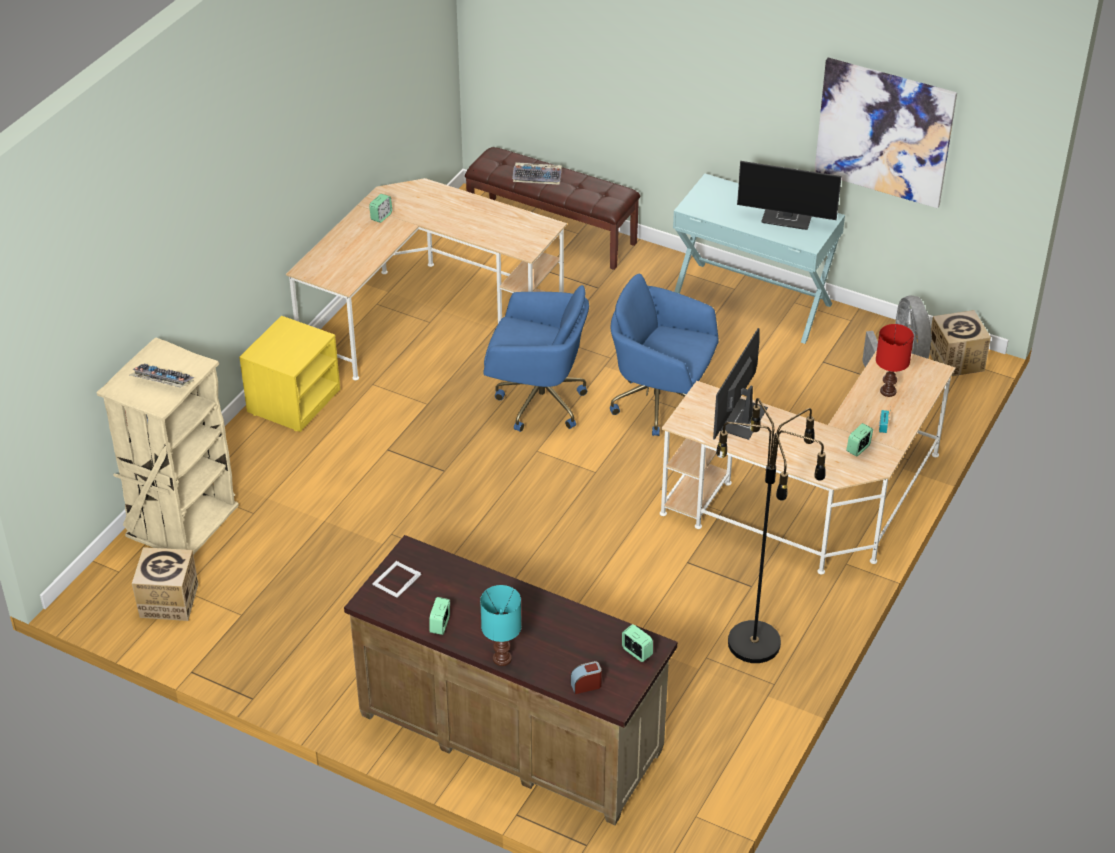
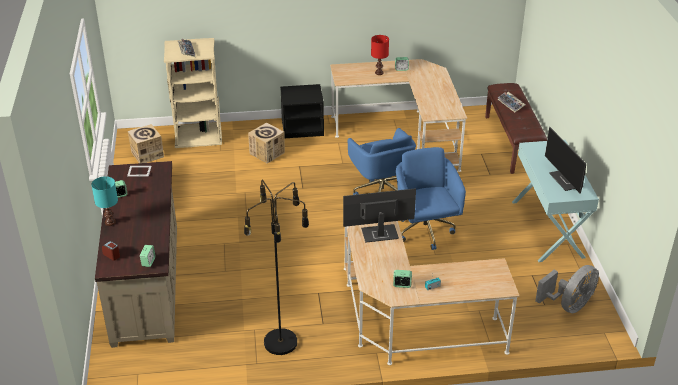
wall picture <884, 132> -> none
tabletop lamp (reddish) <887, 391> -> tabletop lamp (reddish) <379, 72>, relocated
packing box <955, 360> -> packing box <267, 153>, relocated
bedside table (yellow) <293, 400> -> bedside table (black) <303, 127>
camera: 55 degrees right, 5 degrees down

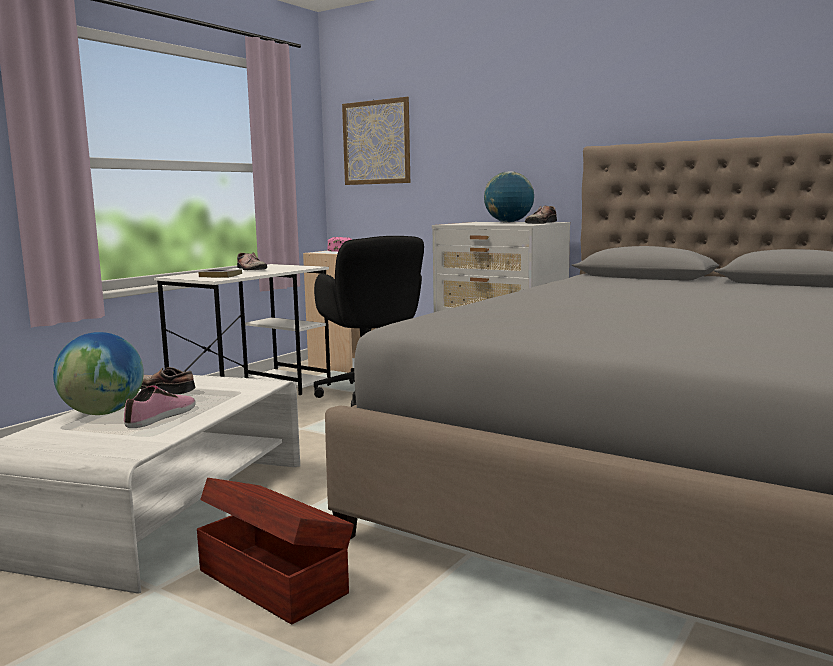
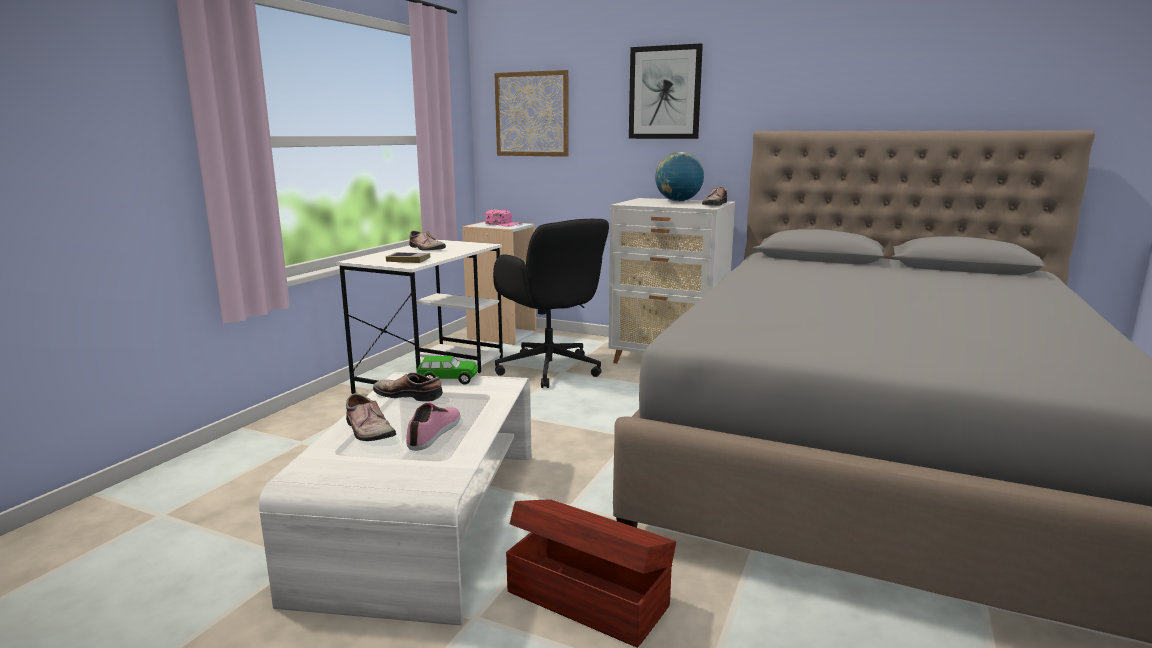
none -> miniature car (green-coloured) <448, 380>
none -> wall picture <665, 93>
globe <103, 413> -> shoe <367, 430>
camera: 10 degrees left, 5 degrees up

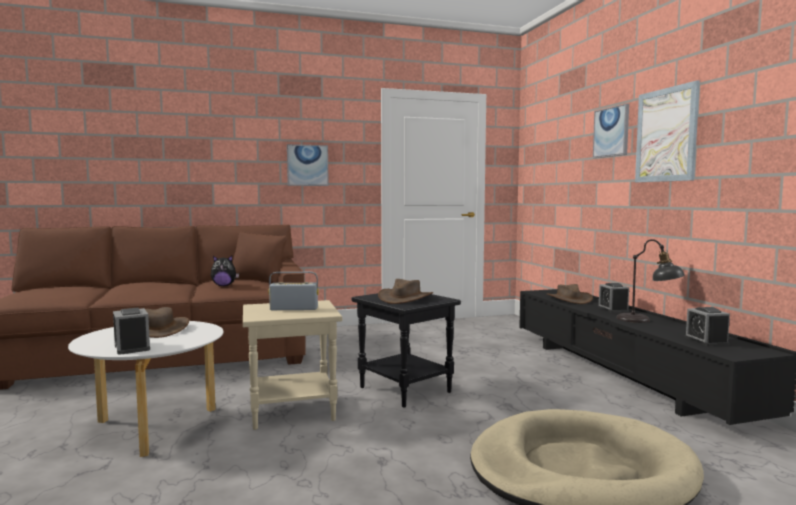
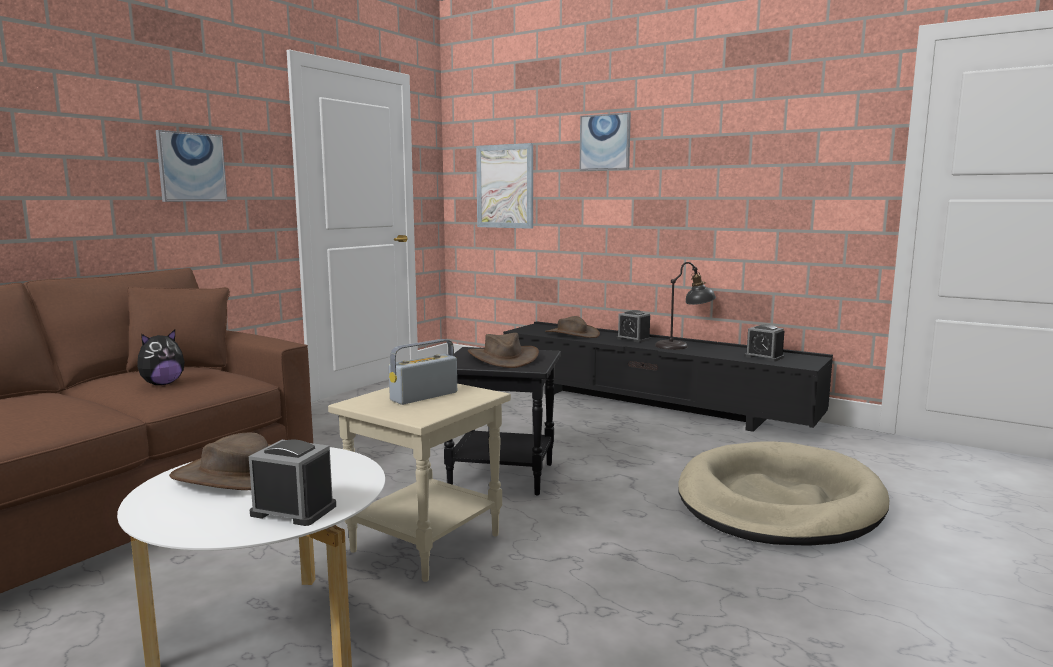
wall picture <666, 135> -> wall picture <505, 186>, relocated
camera: 40 degrees left, 5 degrees up

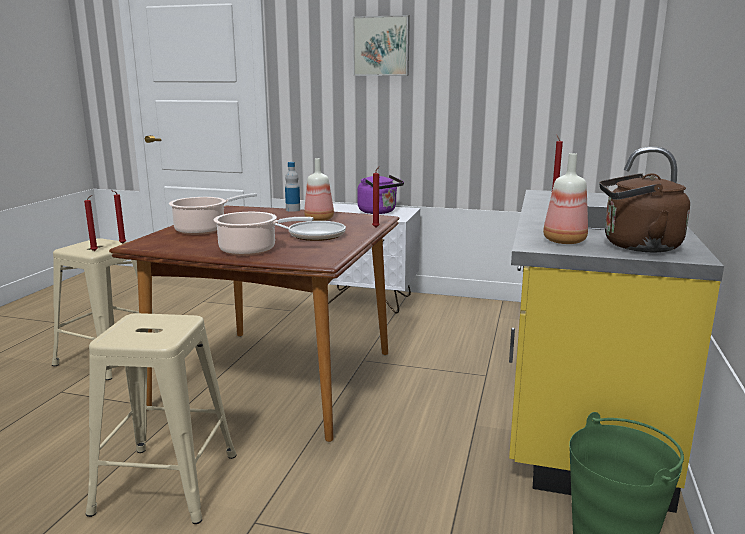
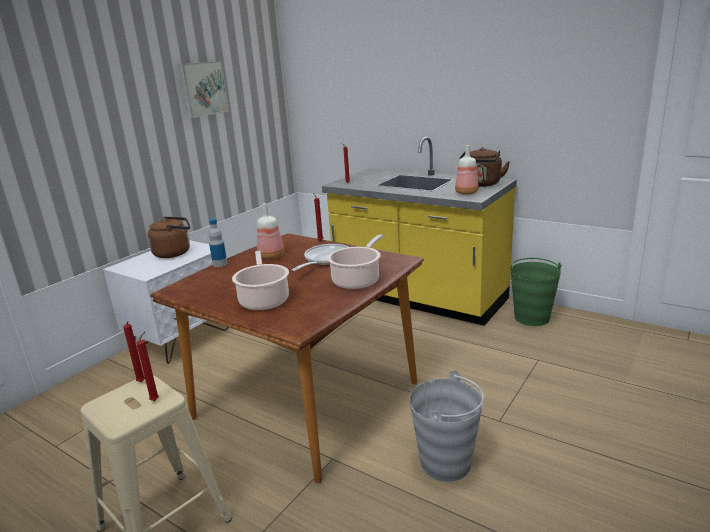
wall picture <381, 46> -> wall picture <202, 89>, relocated
sitting stool (beige-coloured) <166, 483> -> bucket (grey) <446, 463>
water kettle (purple) <379, 212> -> water kettle (brown-coloured) <175, 253>
camera: 70 degrees left, 5 degrees up

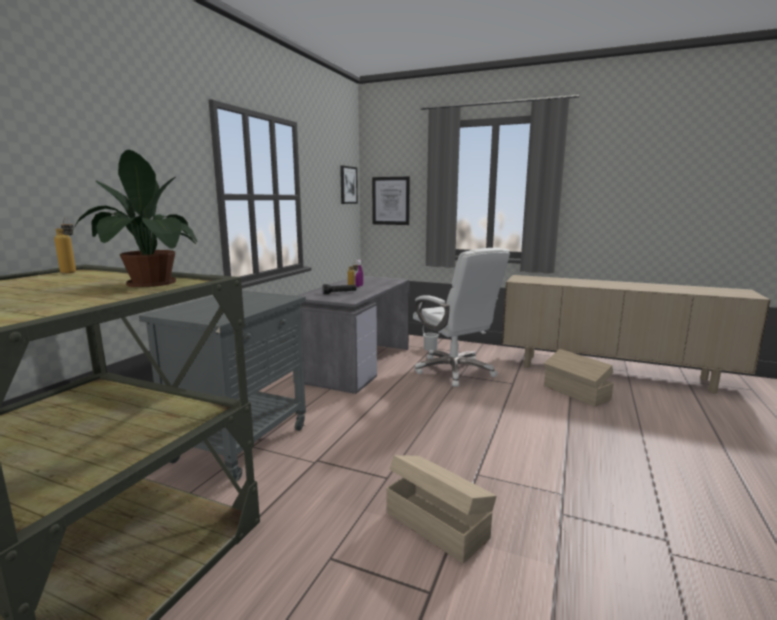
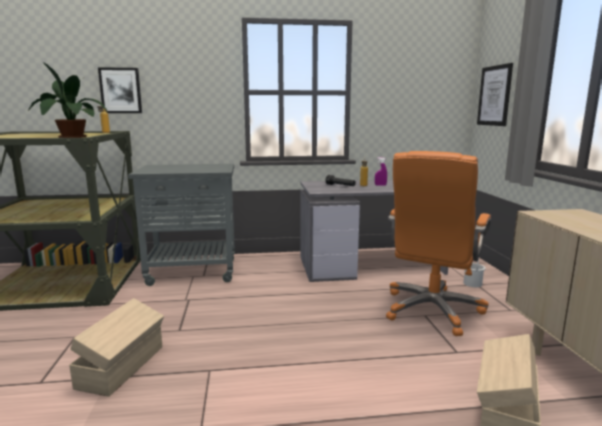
wall picture <348, 185> -> wall picture <120, 90>, relocated
desk chair (whitish) <454, 371> -> desk chair (orange-coloured) <432, 309>
camera: 60 degrees right, 0 degrees up

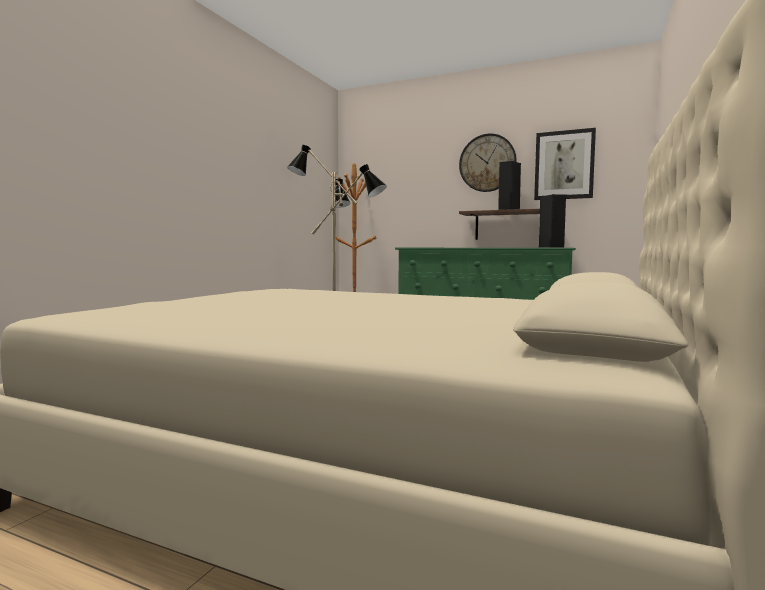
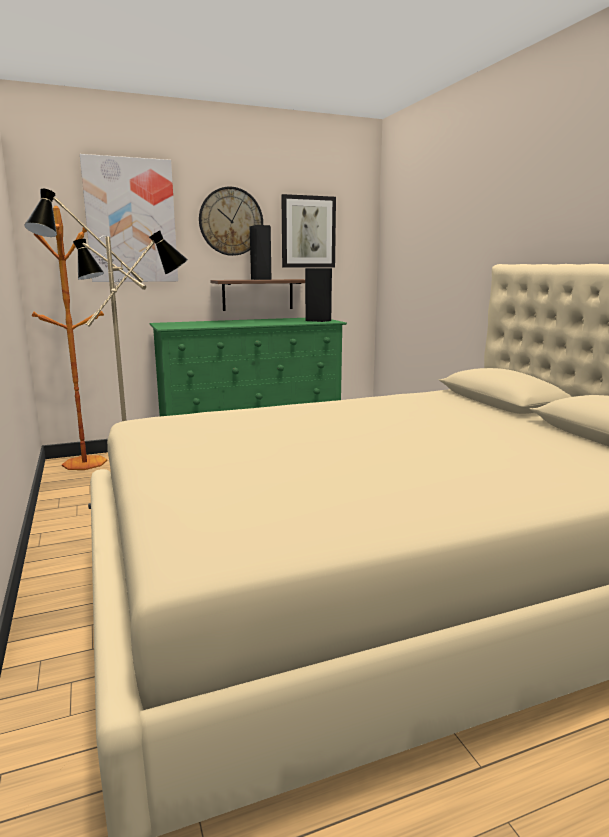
none -> wall picture <131, 221>
camera: 45 degrees left, 10 degrees up

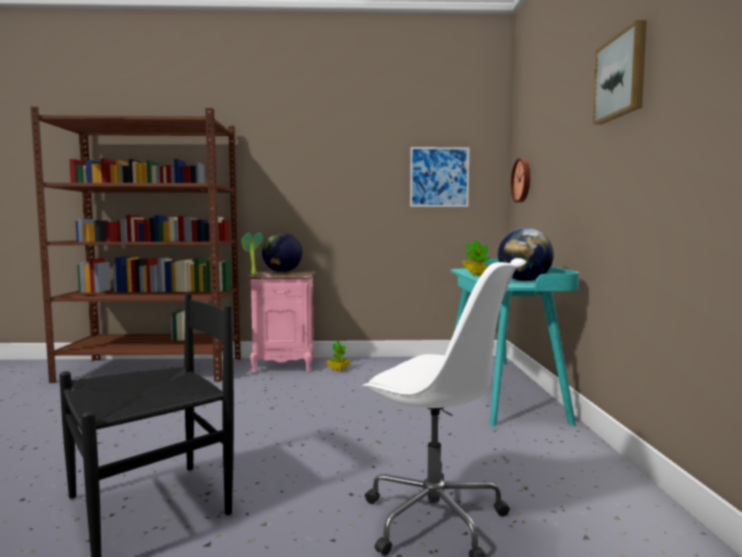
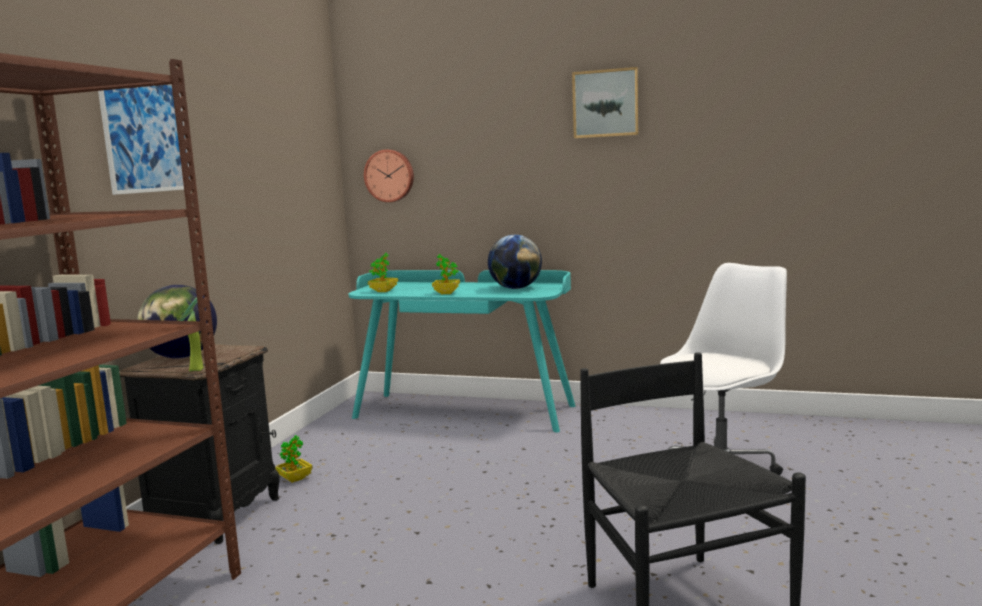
wall picture <439, 177> -> wall picture <147, 135>, relocated
bedside table (pink) <284, 365> -> bedside table (black) <218, 515>
camera: 70 degrees left, 5 degrees up

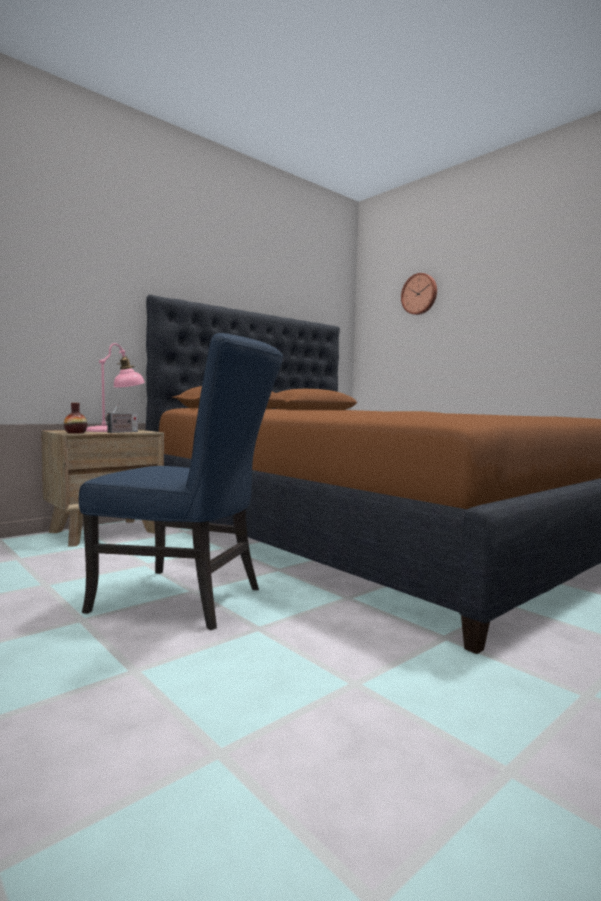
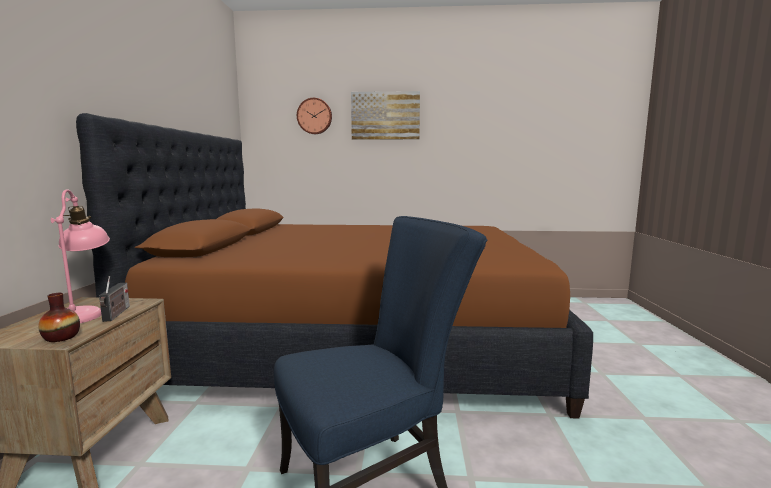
none -> wall picture <385, 116>
camera: 45 degrees left, 5 degrees up

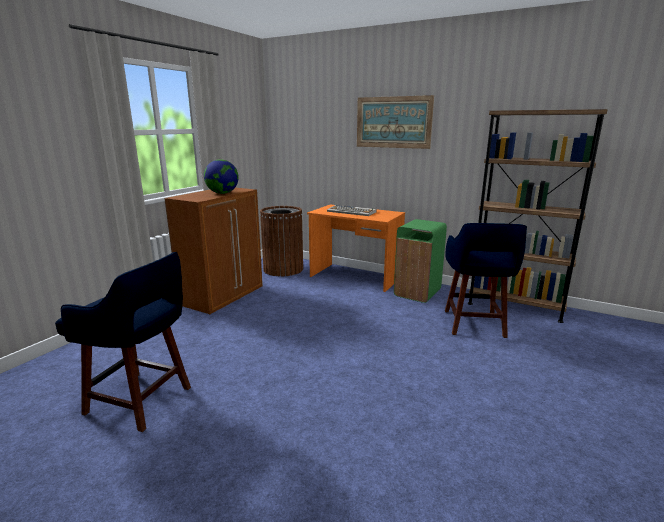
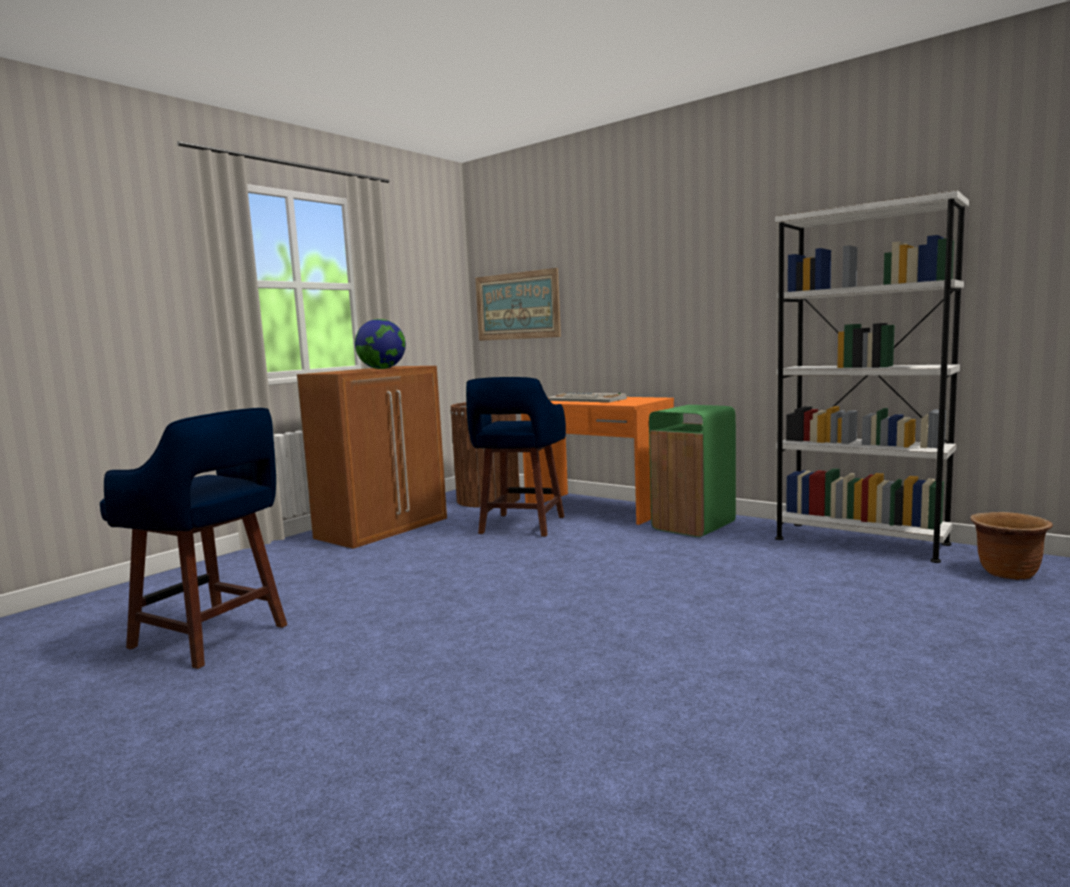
none -> planter (brown-coloured) <1008, 573>
wall picture <393, 122> -> wall picture <517, 306>, relocated
sitting stool (blue-coloured) <474, 325> -> sitting stool (blue-coloured) <521, 526>, relocated
shelving unit (brown-coloured) <515, 305> -> shelving unit (whitish) <860, 541>
camera: 10 degrees right, 10 degrees down

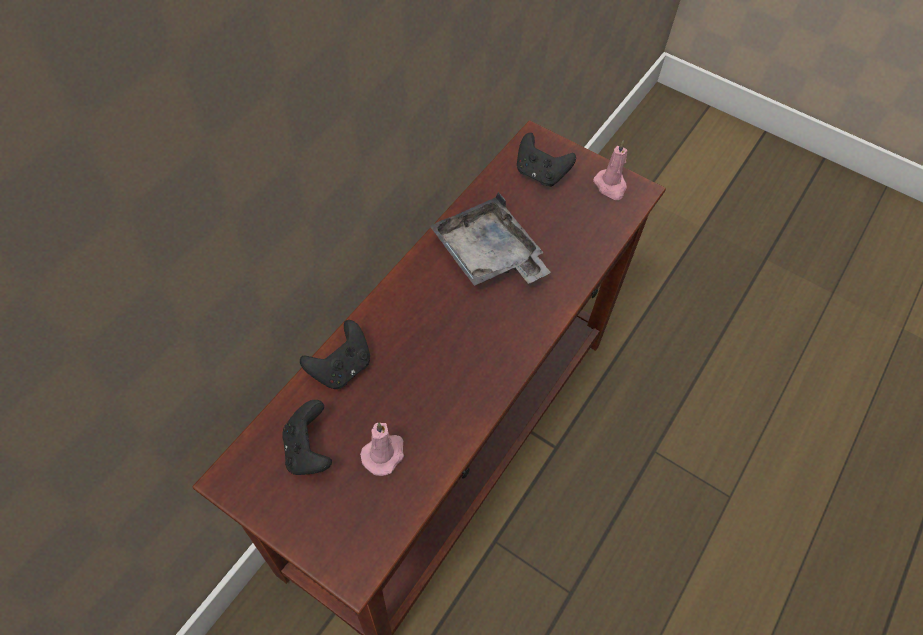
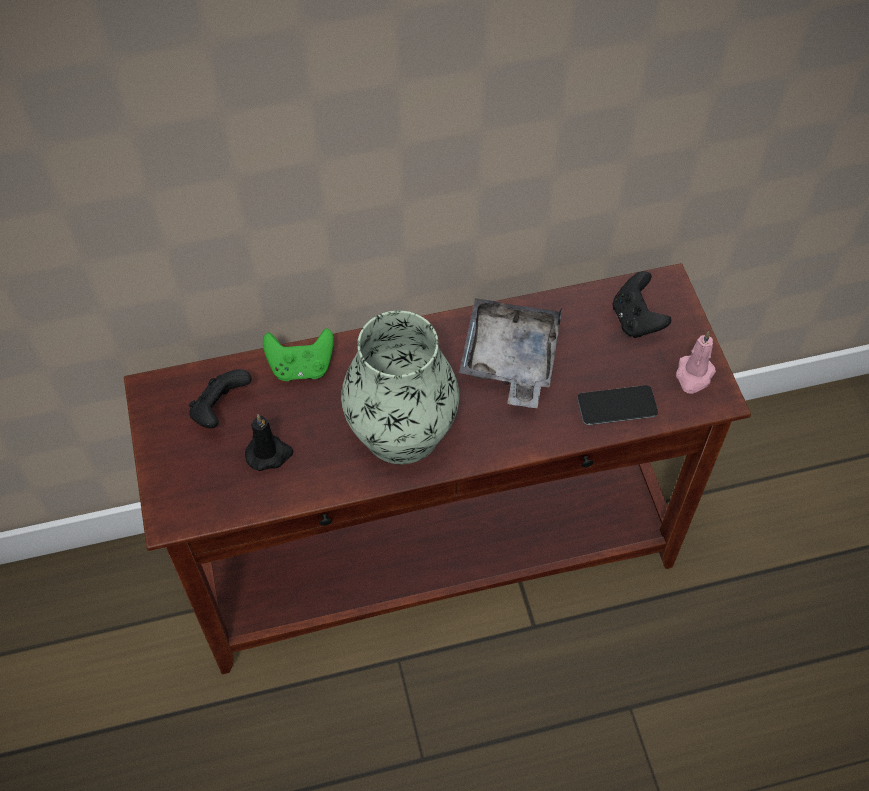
none -> vase <401, 430>
none -> telephone <617, 405>
gamepad (black) <341, 368> -> gamepad (green-coloured) <301, 367>
candle (pink) <384, 453> -> candle (black) <269, 454>
camera: 45 degrees right, 0 degrees up

